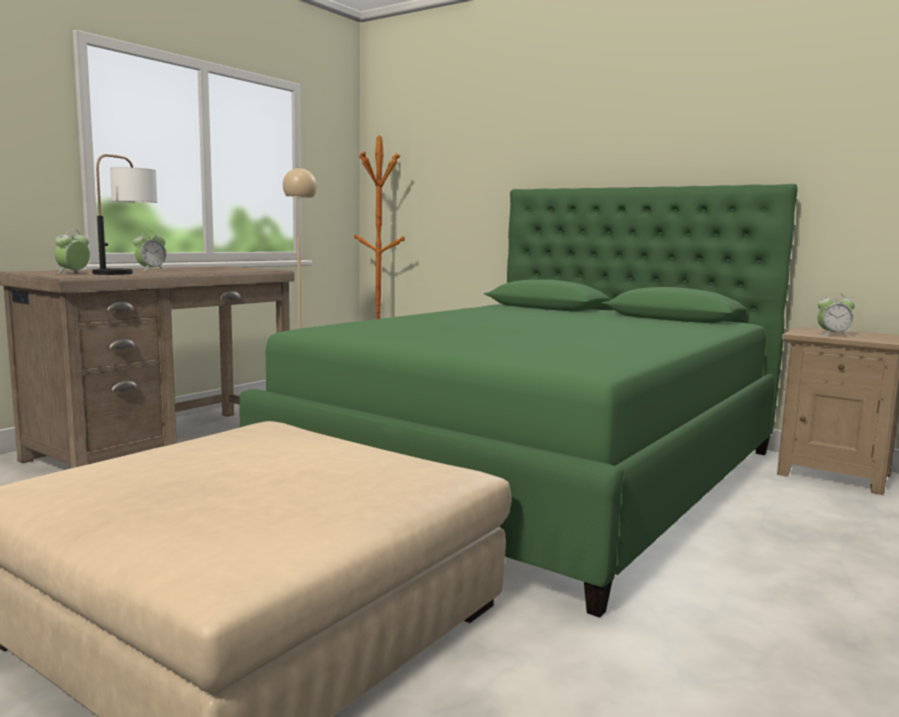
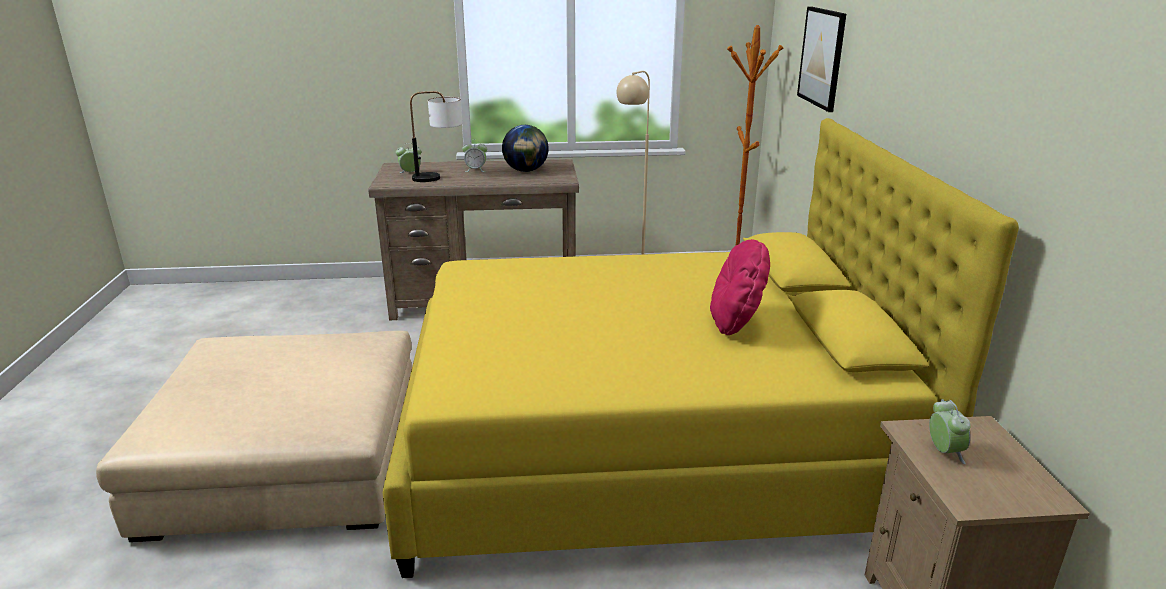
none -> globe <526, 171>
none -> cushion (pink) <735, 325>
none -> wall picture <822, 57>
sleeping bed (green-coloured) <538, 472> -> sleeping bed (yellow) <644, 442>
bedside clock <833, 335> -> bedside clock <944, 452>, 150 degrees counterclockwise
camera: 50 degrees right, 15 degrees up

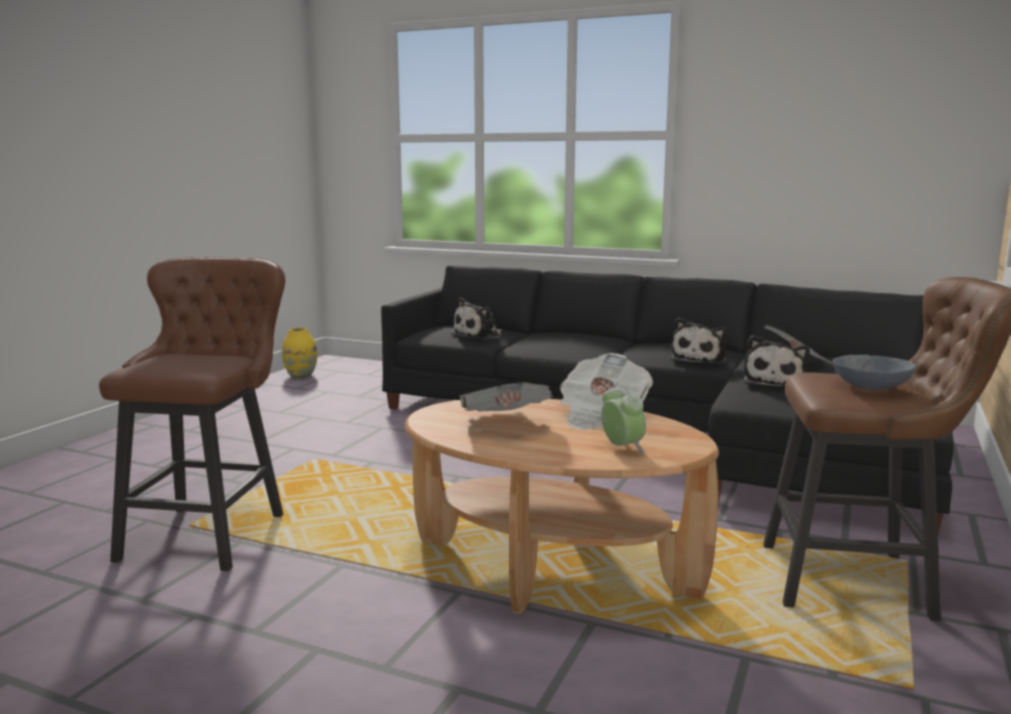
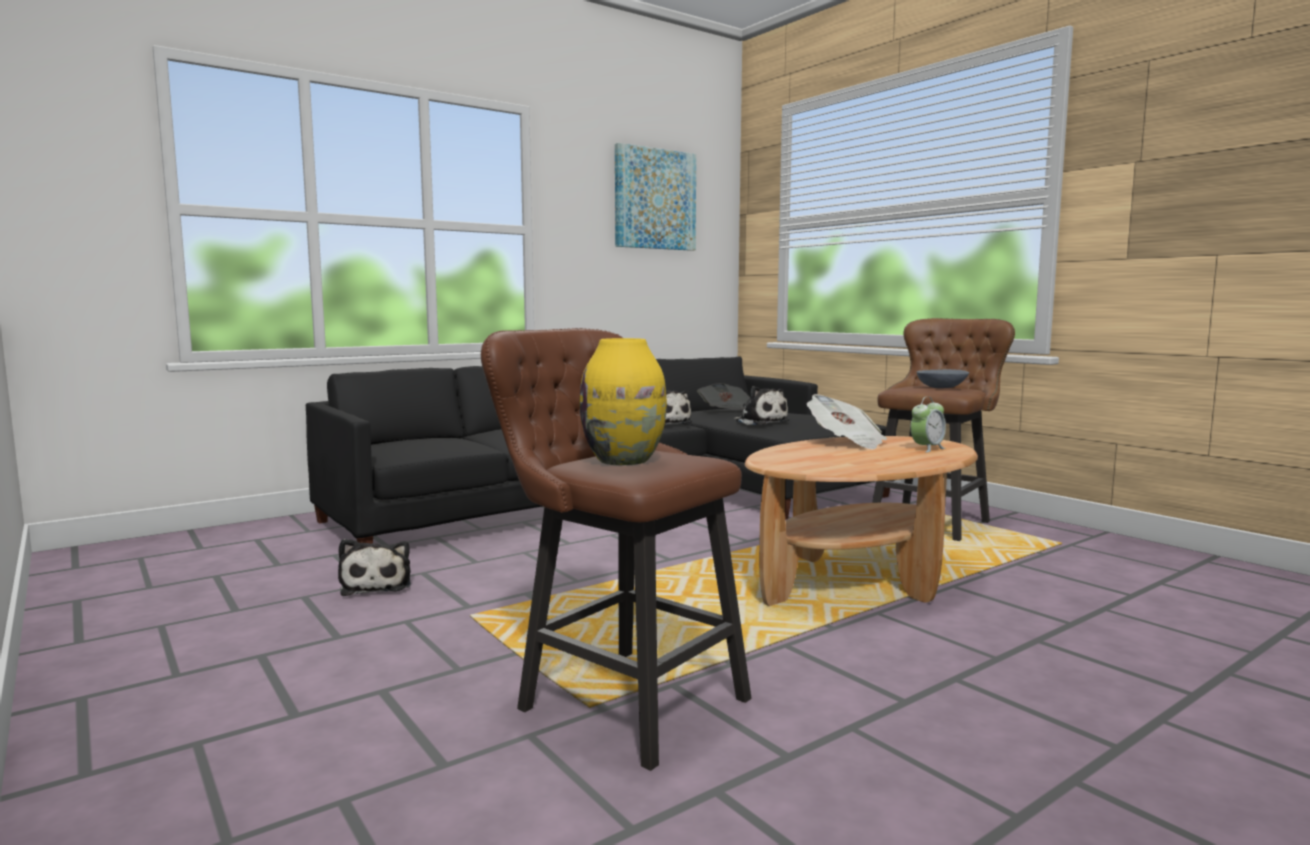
daily paper <505, 424> -> none
none -> wall picture <654, 199>
vase (yellow) <301, 376> -> vase (yellow) <624, 461>, relocated
soft toy <479, 335> -> soft toy <377, 585>, relocated
bedside clock <622, 448> -> bedside clock <927, 449>, 135 degrees clockwise
camera: 60 degrees left, 5 degrees down

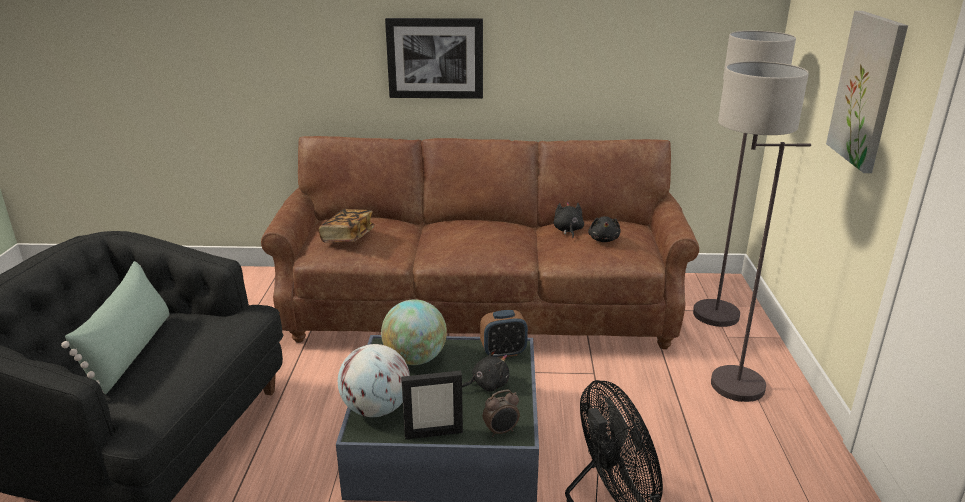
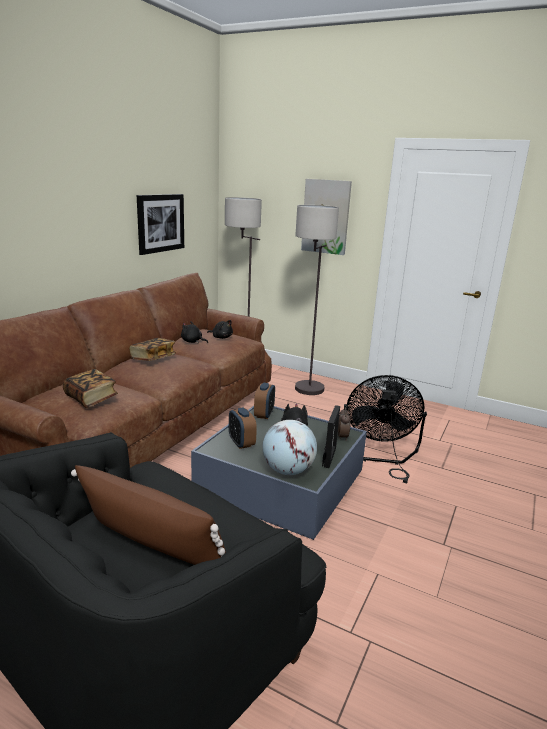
none -> bound book <153, 358>
wall picture <435, 58> -> wall picture <160, 223>, relocated
globe <415, 359> -> bedside clock <241, 443>
cushion (green-coloured) <131, 351> -> cushion (brown-coloured) <153, 543>
camera: 65 degrees left, 5 degrees down

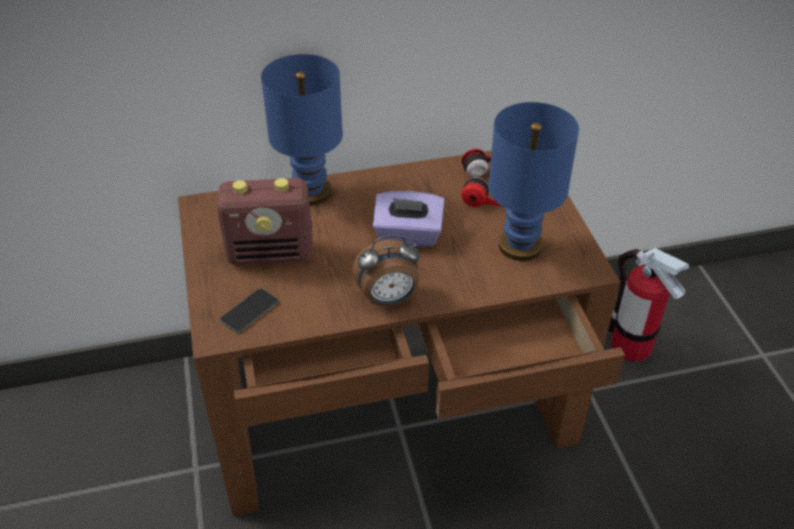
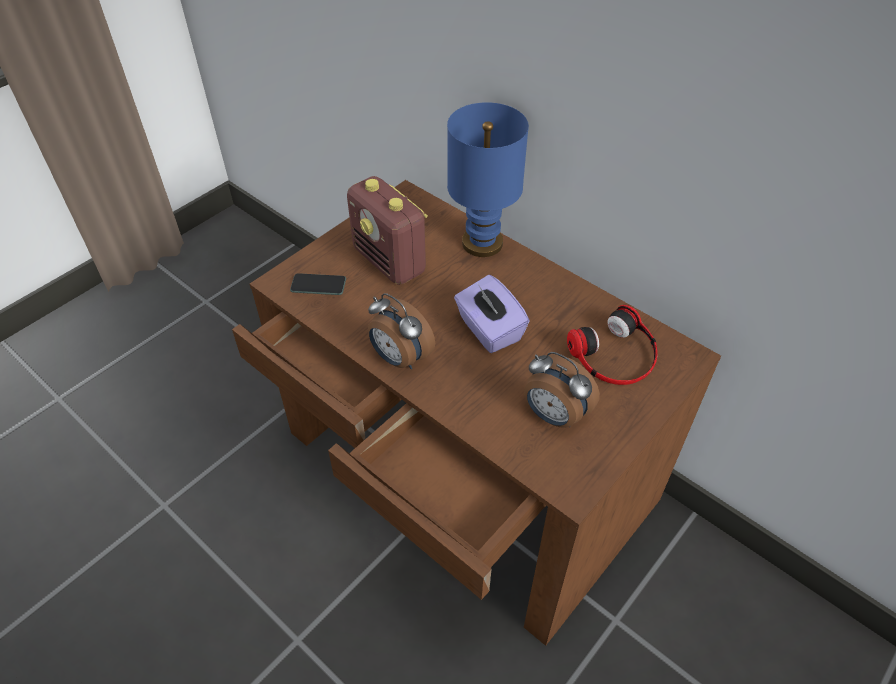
extinguisher <630, 345> -> none
tabletop lamp (blue-coloured) <520, 245> -> bedside clock <554, 415>
camera: 55 degrees right, 5 degrees up

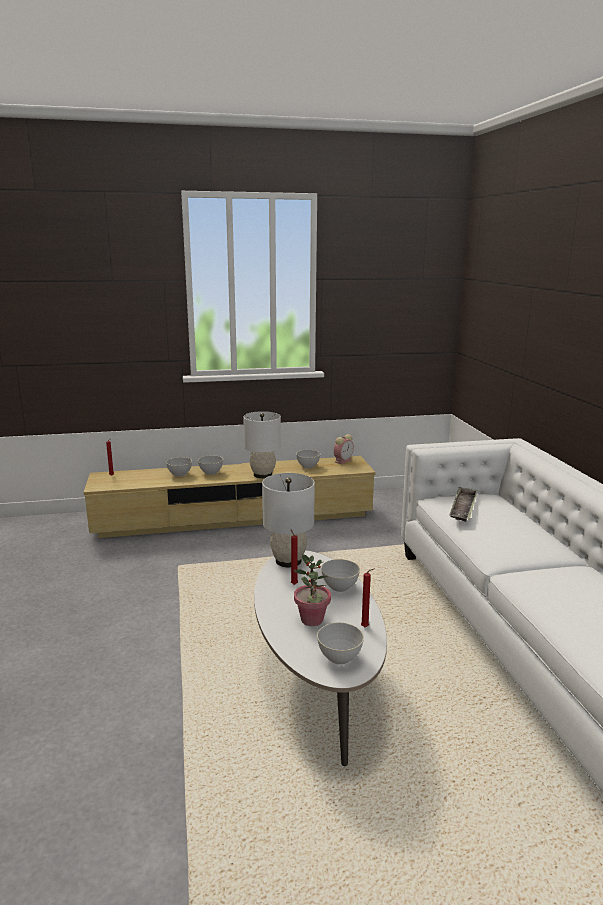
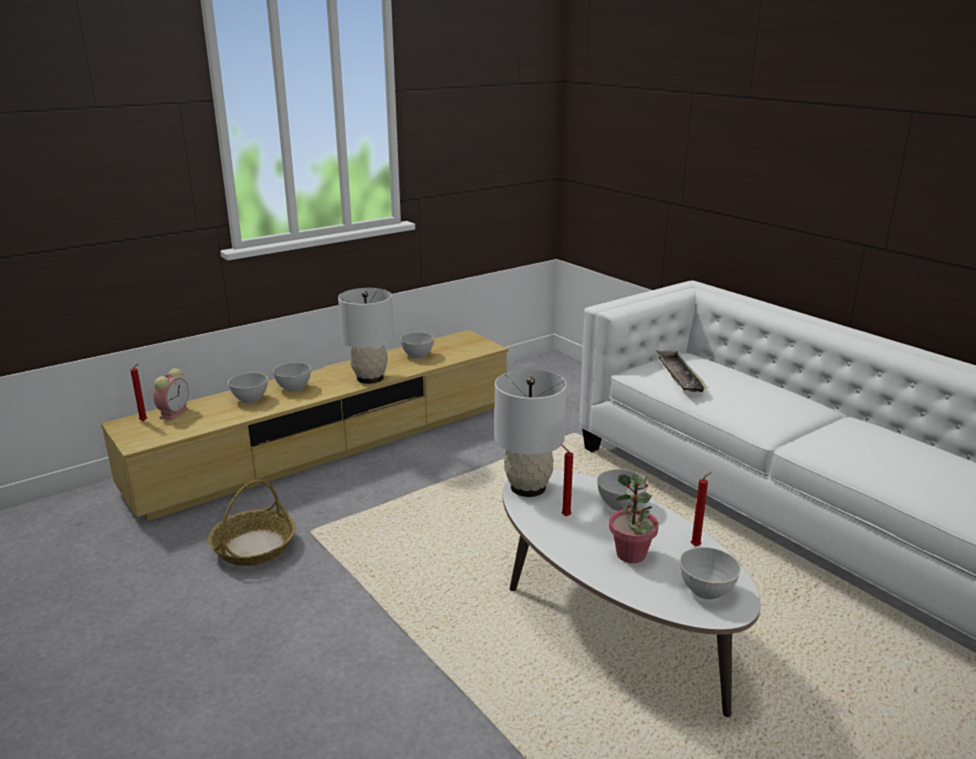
none -> basket <254, 546>
bedside clock <343, 461> -> bedside clock <174, 412>, relocated
camera: 25 degrees left, 5 degrees up

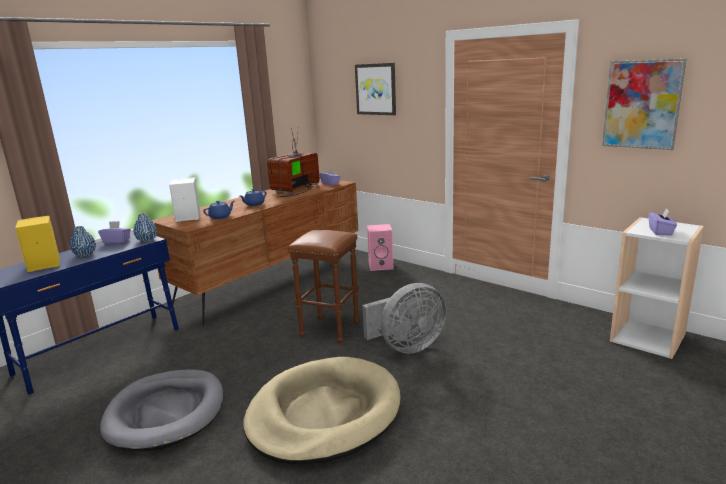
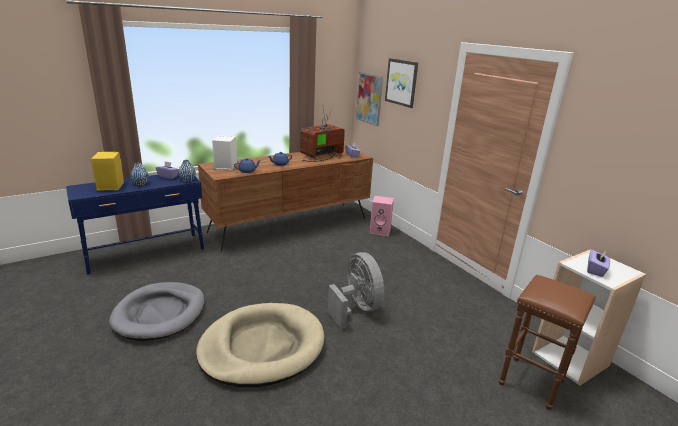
sitting stool (brown-coloured) <329, 328> -> sitting stool (brown-coloured) <530, 381>, relocated
wall picture <642, 104> -> wall picture <369, 98>, relocated
cooling fan (grey) <407, 347> -> cooling fan (grey) <356, 309>, 105 degrees counterclockwise
camera: 15 degrees right, 5 degrees up

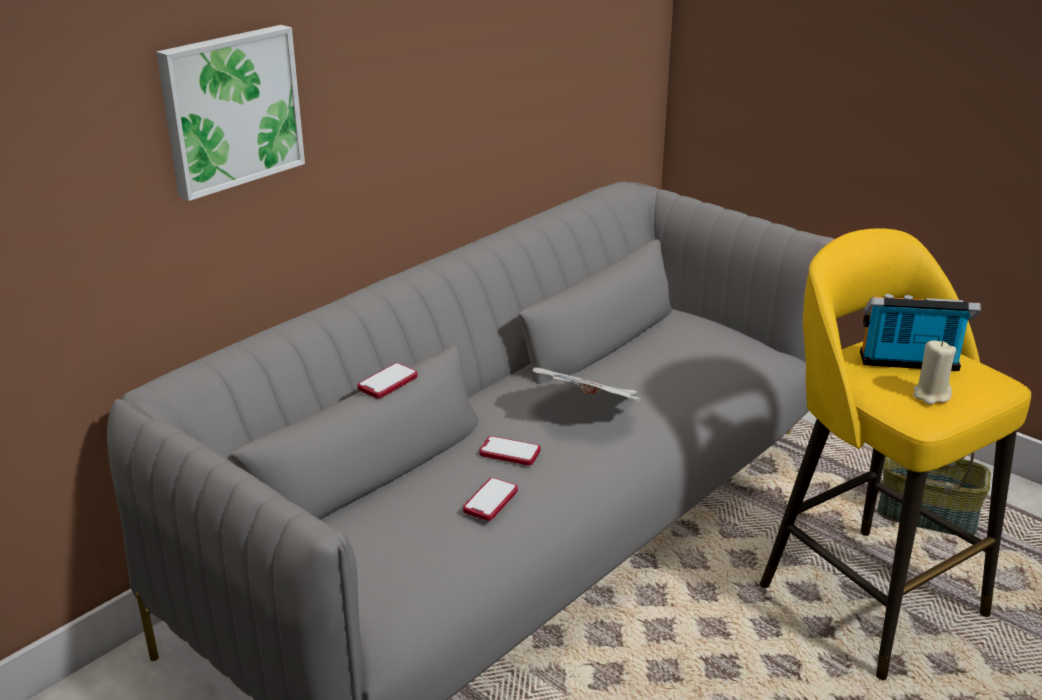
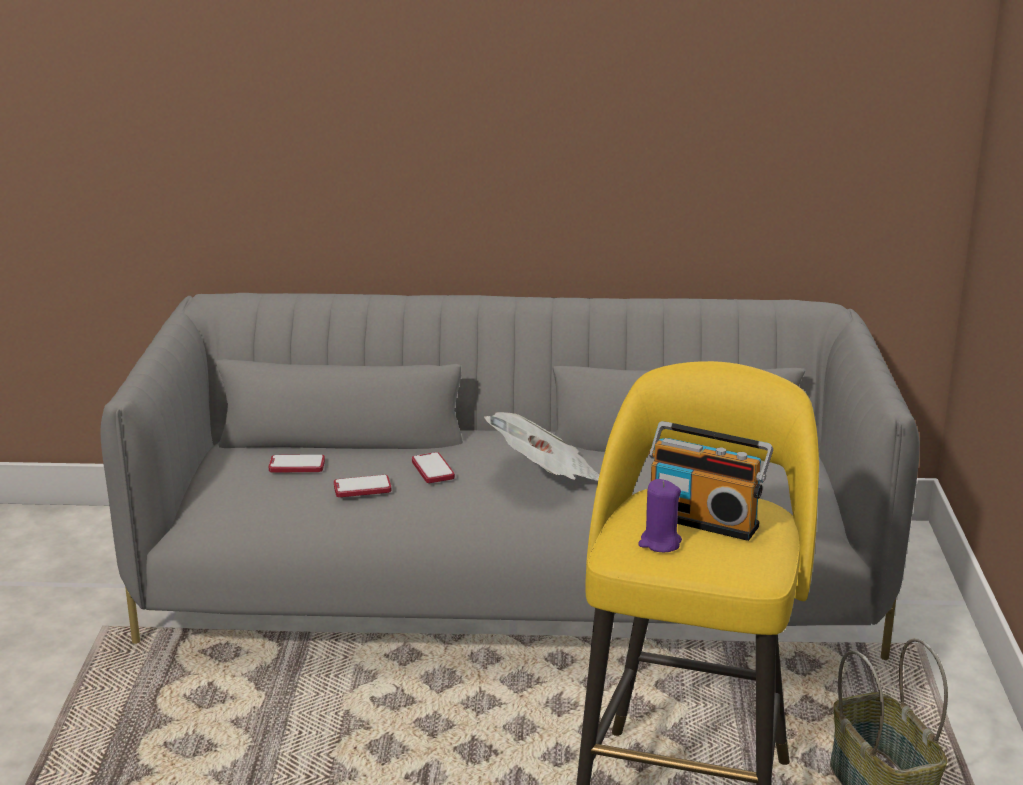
wall picture <230, 109> -> none
telephone <388, 382> -> telephone <297, 465>, relocated
candle (beige-coloured) <931, 395> -> candle (purple) <659, 543>
radio set <909, 364> -> radio set <704, 519>, 150 degrees clockwise
camera: 50 degrees right, 5 degrees down

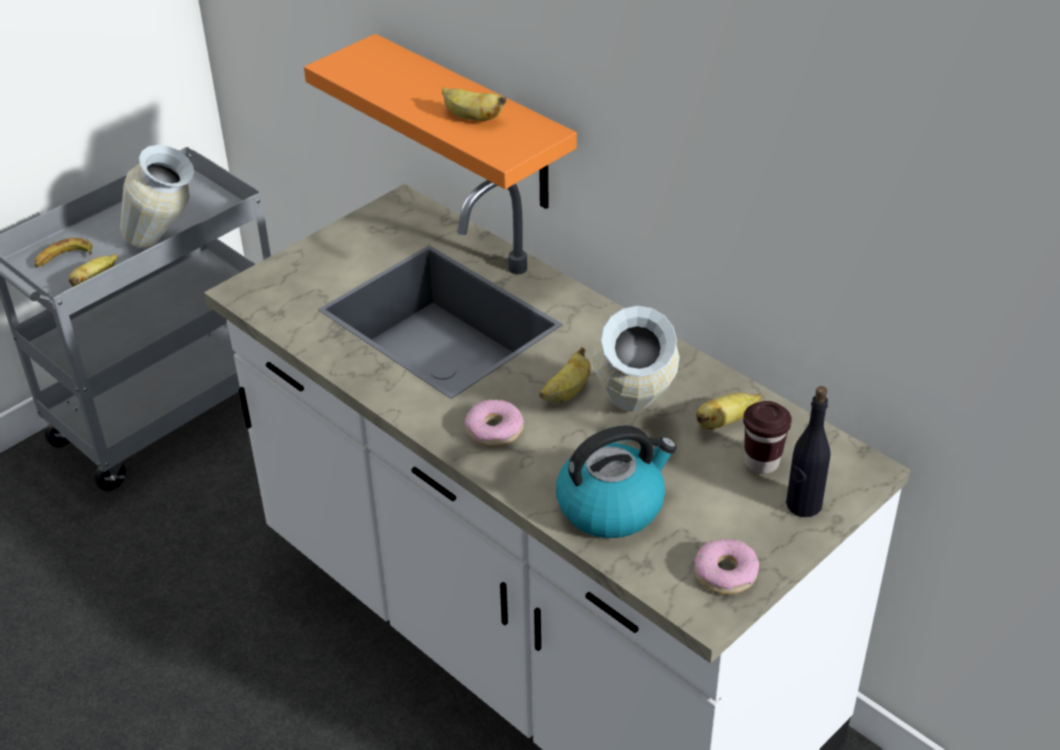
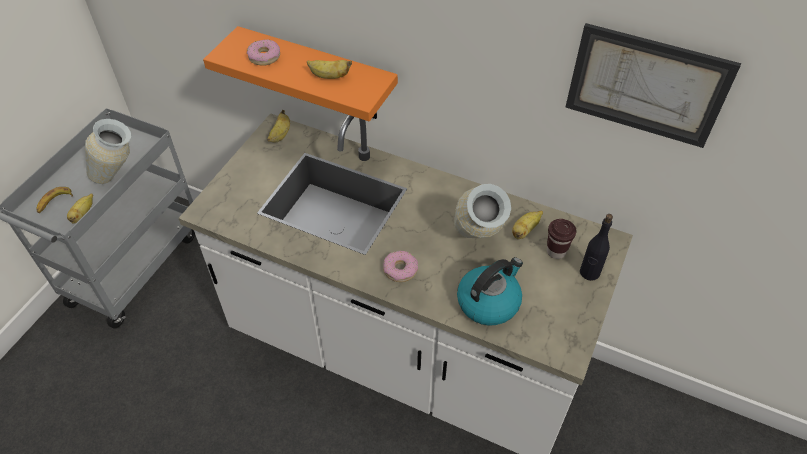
none -> wall picture <646, 85>
banana <566, 393> -> banana <280, 135>, relocated
ring doughnut <725, 573> -> ring doughnut <264, 57>, relocated
camera: 20 degrees left, 10 degrees up

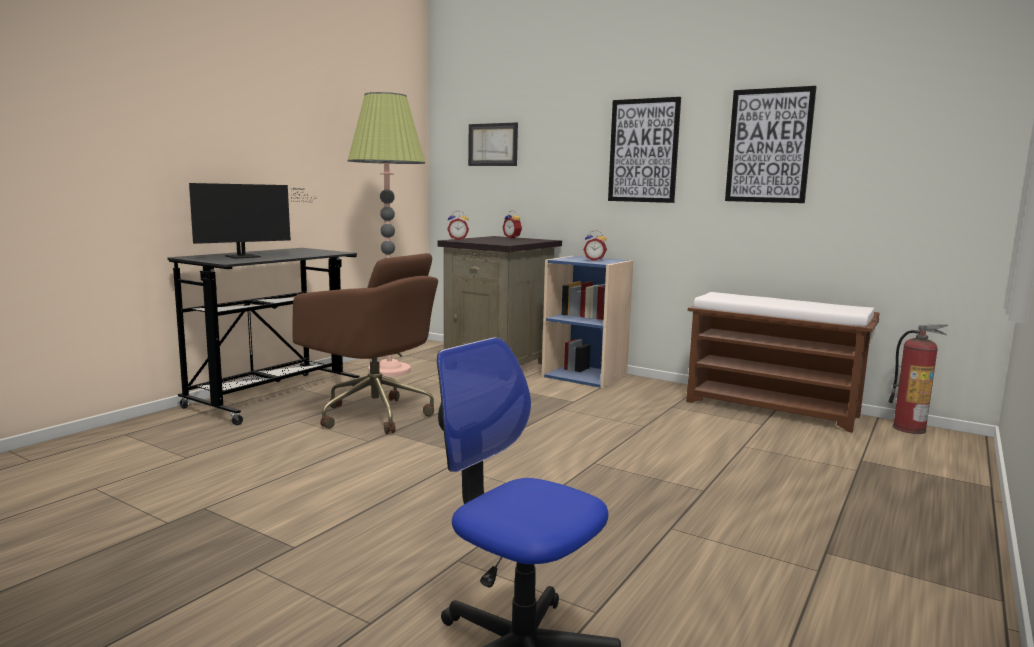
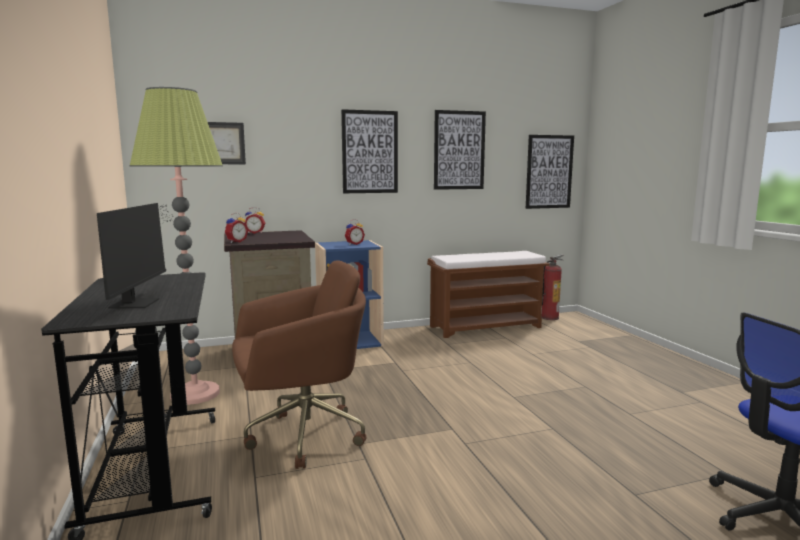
none -> wall picture <549, 172>
camera: 50 degrees left, 0 degrees up

